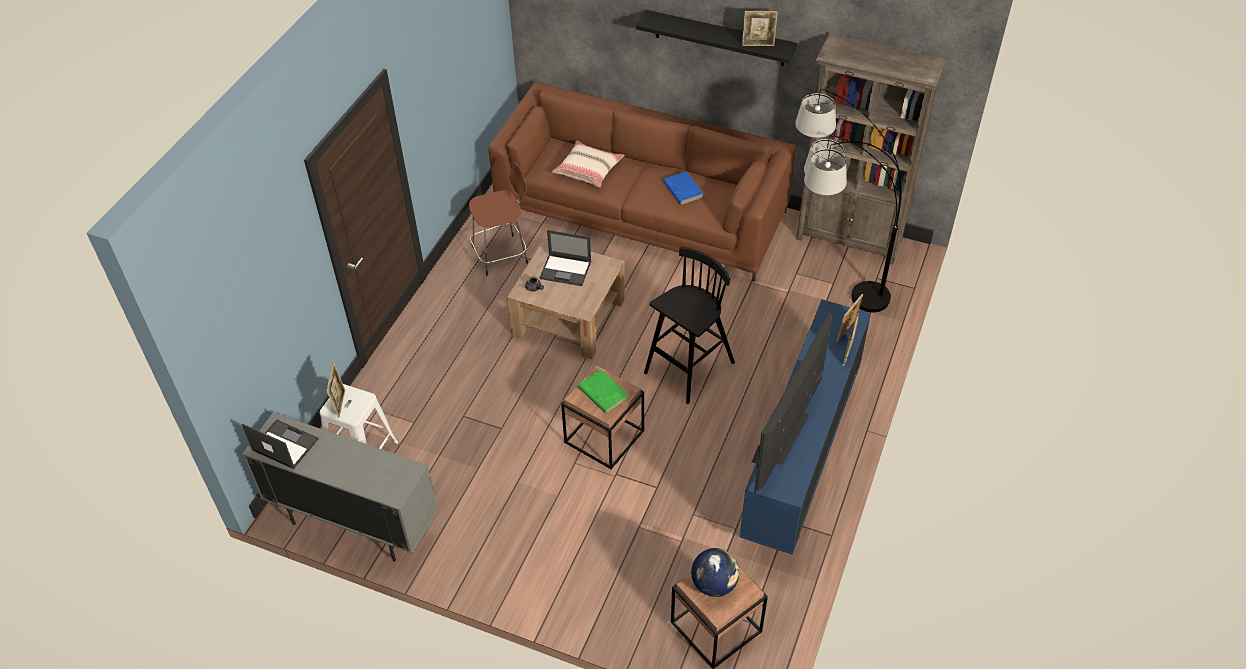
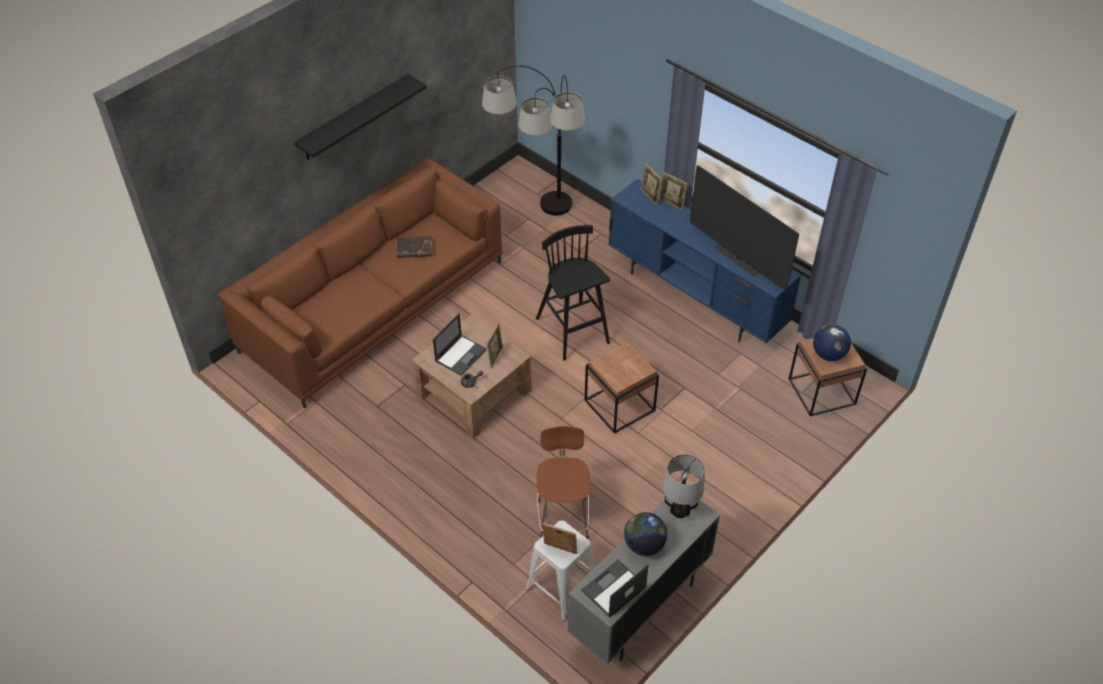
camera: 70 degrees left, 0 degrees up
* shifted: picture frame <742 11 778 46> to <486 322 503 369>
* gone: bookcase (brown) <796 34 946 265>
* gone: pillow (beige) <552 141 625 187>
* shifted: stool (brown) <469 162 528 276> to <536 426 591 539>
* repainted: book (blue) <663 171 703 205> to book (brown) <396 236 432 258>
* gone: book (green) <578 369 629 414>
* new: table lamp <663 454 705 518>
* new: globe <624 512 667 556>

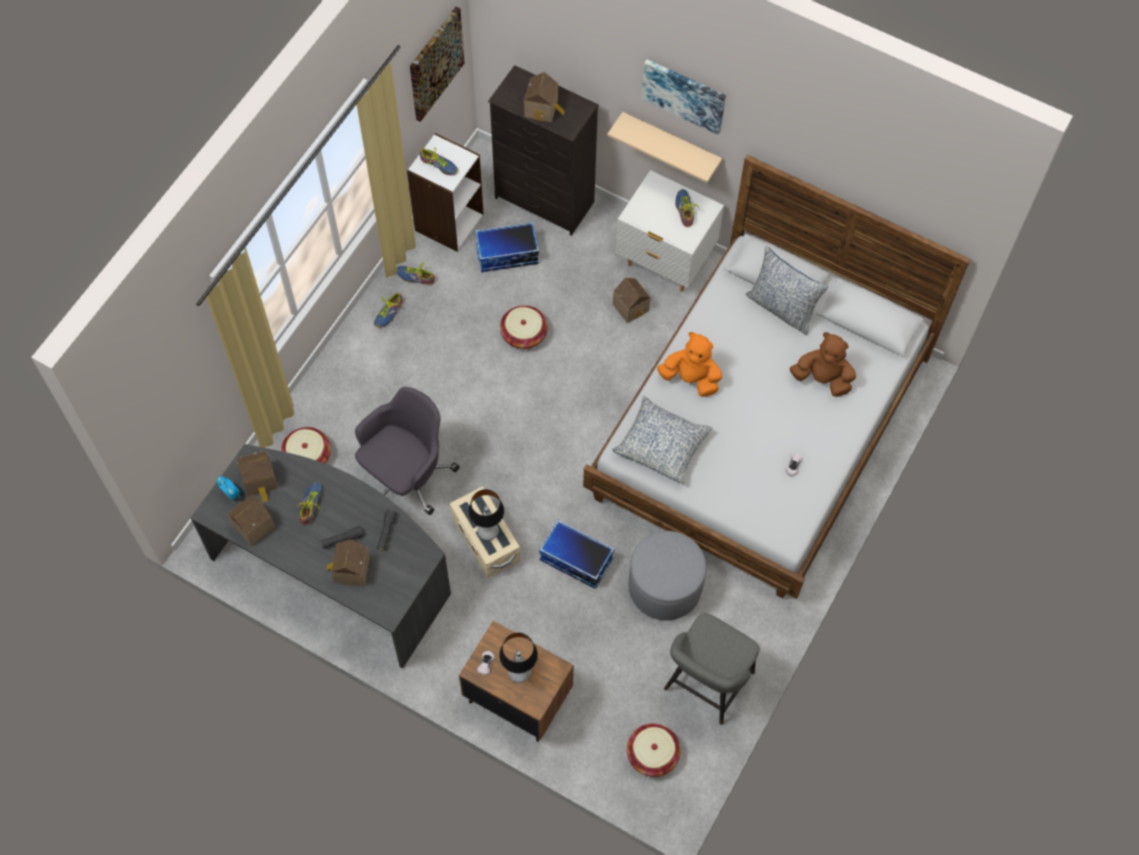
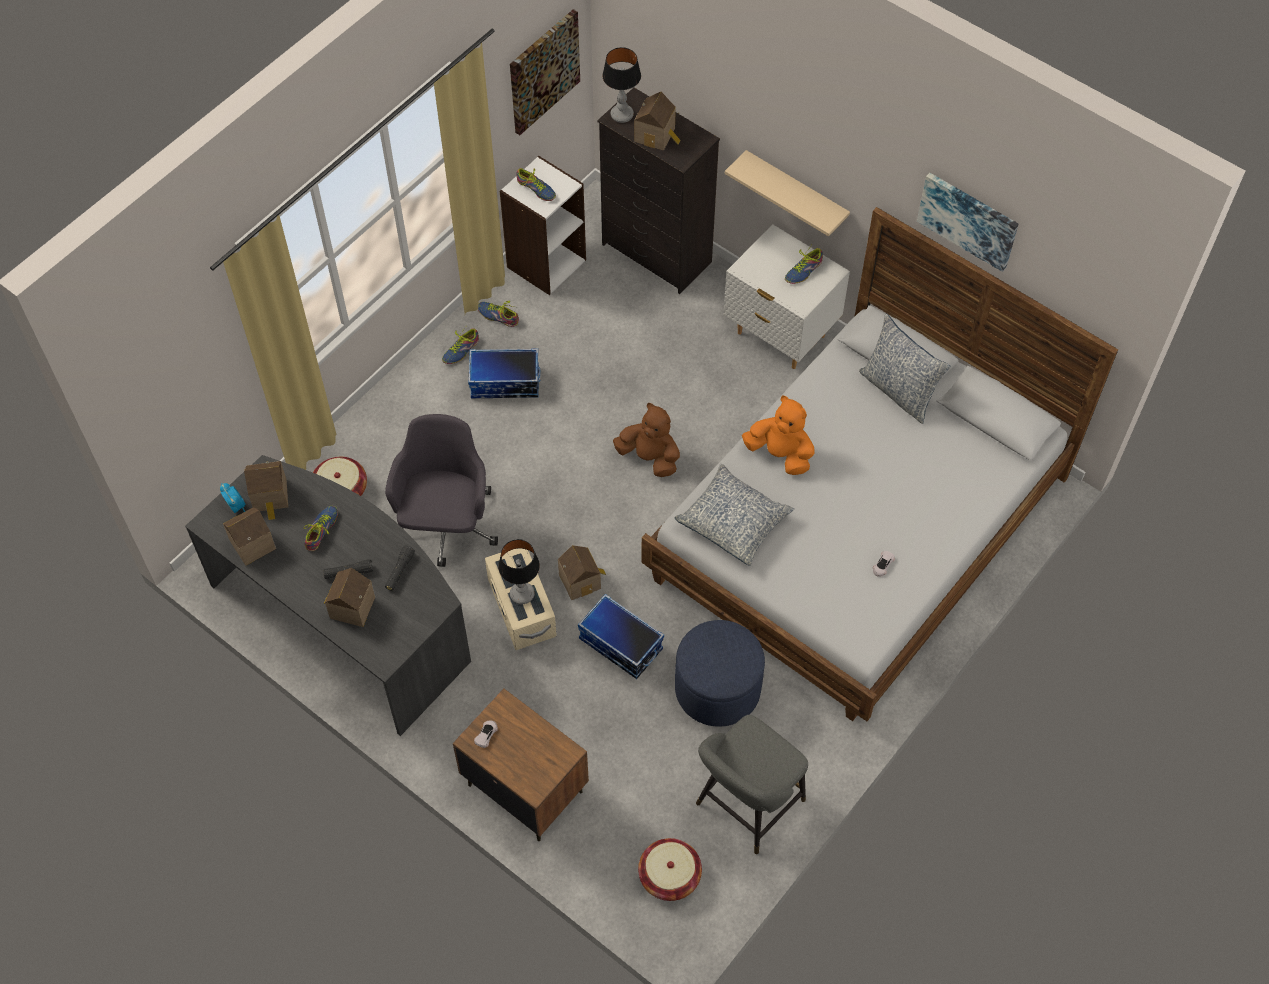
camera: 10 degrees right, 5 degrees down
* shifted: picture <642 59 726 135> to <917 173 1019 272>
* rotated: shoe <675 189 699 227> = <785 245 823 284> 135 degrees counterclockwise
* shifted: storage box <475 222 539 272> to <468 348 540 398>
* shifted: toy house <613 278 650 323> to <558 545 606 600>
* gone: basket <500 305 548 349>
* shifted: plush toy (brown) <790 332 856 397> to <613 403 680 477>
* rotated: office chair (grey) <355 387 460 515> = <385 414 498 567> 45 degrees counterclockwise
* repainted: ottoman (grey) <629 531 706 620> to ottoman (blue) <675 620 765 727>
* shifted: table lamp <499 633 538 683> to <602 47 641 123>

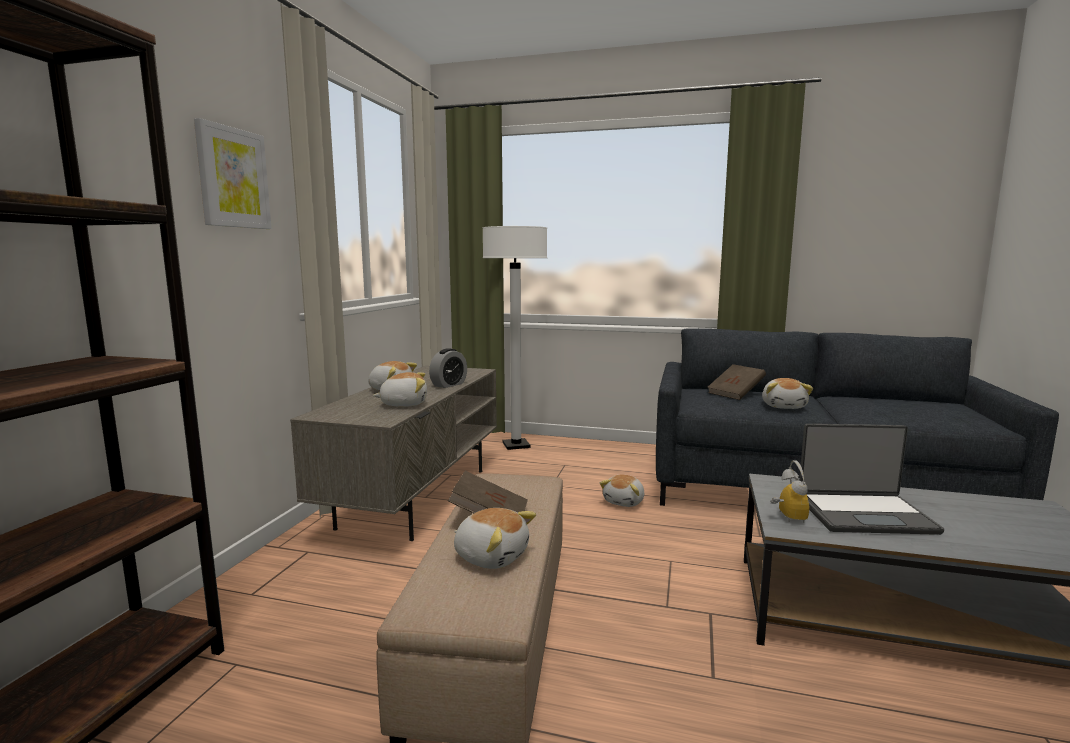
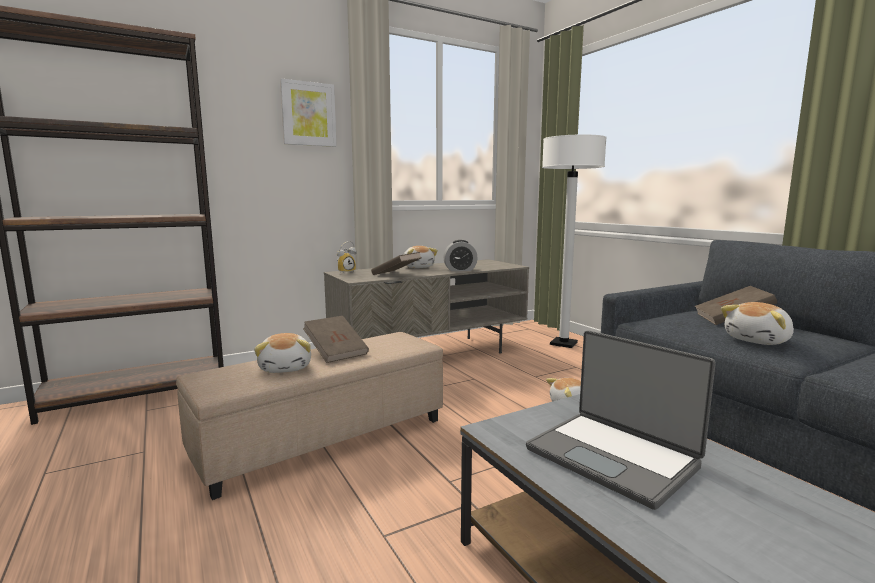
camera: 45 degrees right, 0 degrees up
* swapped: plush toy <373 372 427 407> to book (brown) <371 252 421 275>
* shifted: alarm clock <770 460 809 523> to <337 241 357 273>

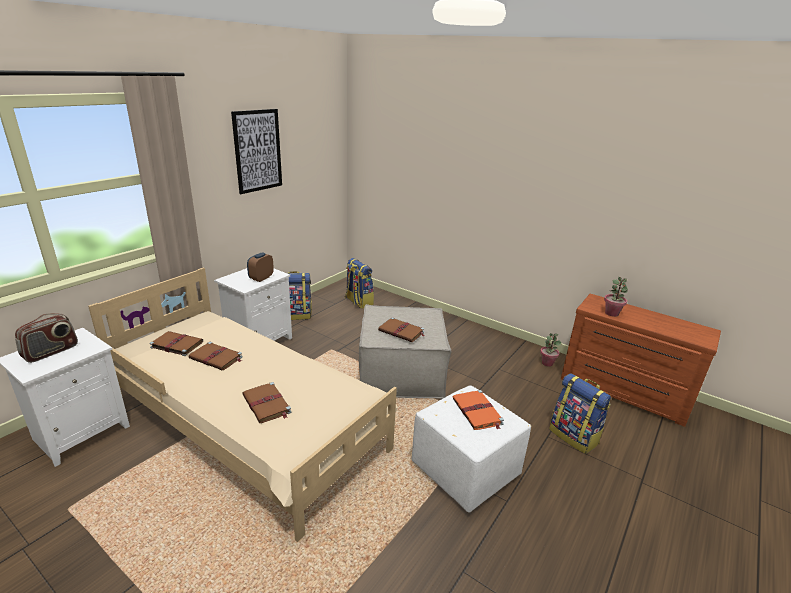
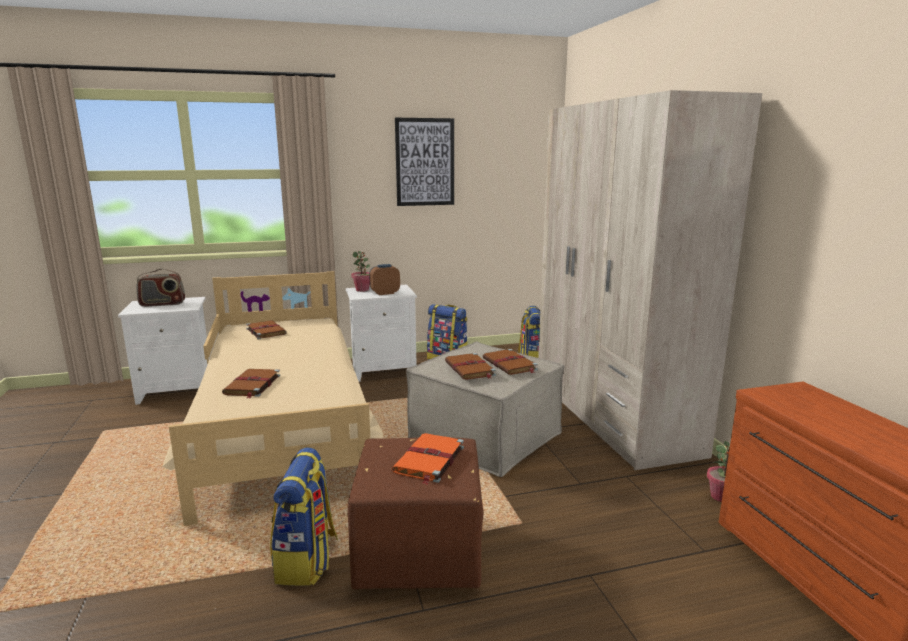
camera: 40 degrees right, 10 degrees down
* shifted: potted plant <604 277 628 317> to <351 251 370 292>
* shifted: book (brown) <189 342 242 370> to <483 349 538 375>
* shifted: backpack <549 373 611 454> to <270 448 338 586>
* repainted: ottoman (white) <412 385 531 513> to ottoman (brown) <348 438 483 589>
* new: wardrobe (beige) <538 90 762 470>

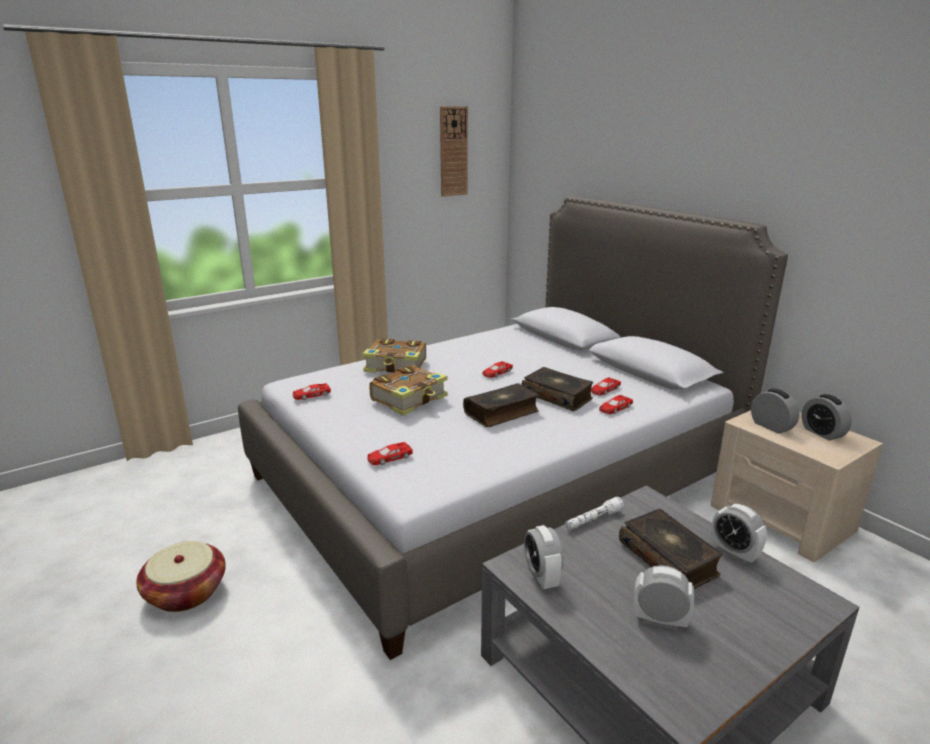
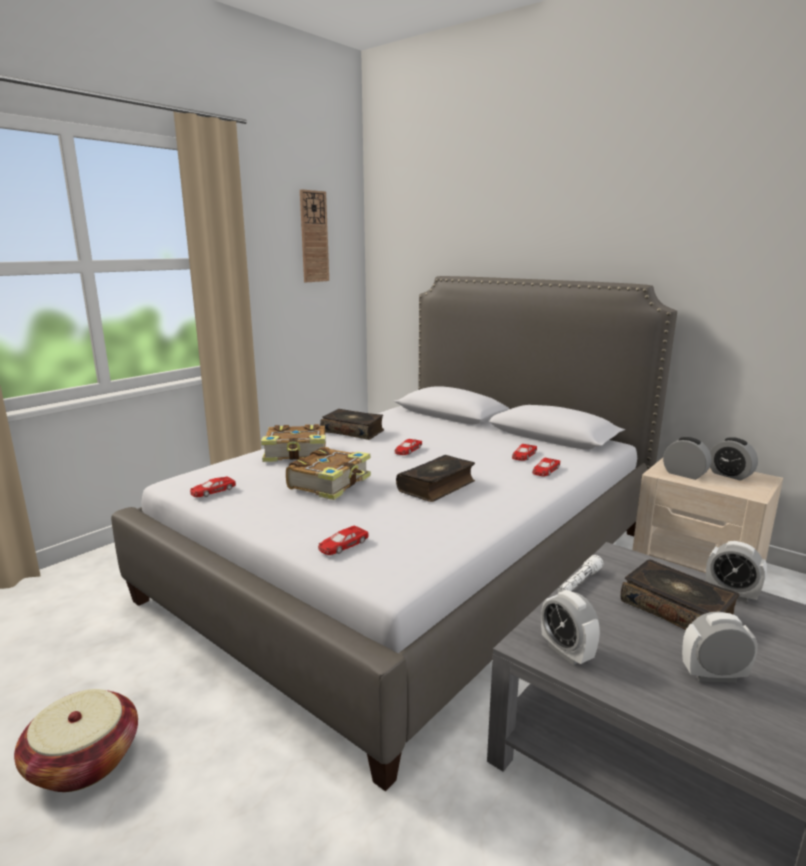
camera: 15 degrees left, 5 degrees down
* shifted: book <521 367 593 411> to <320 409 384 440>

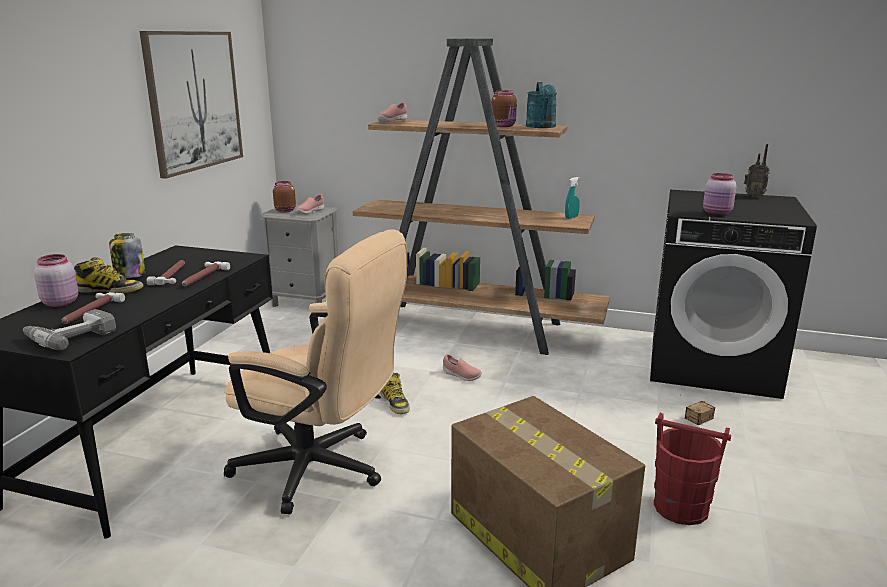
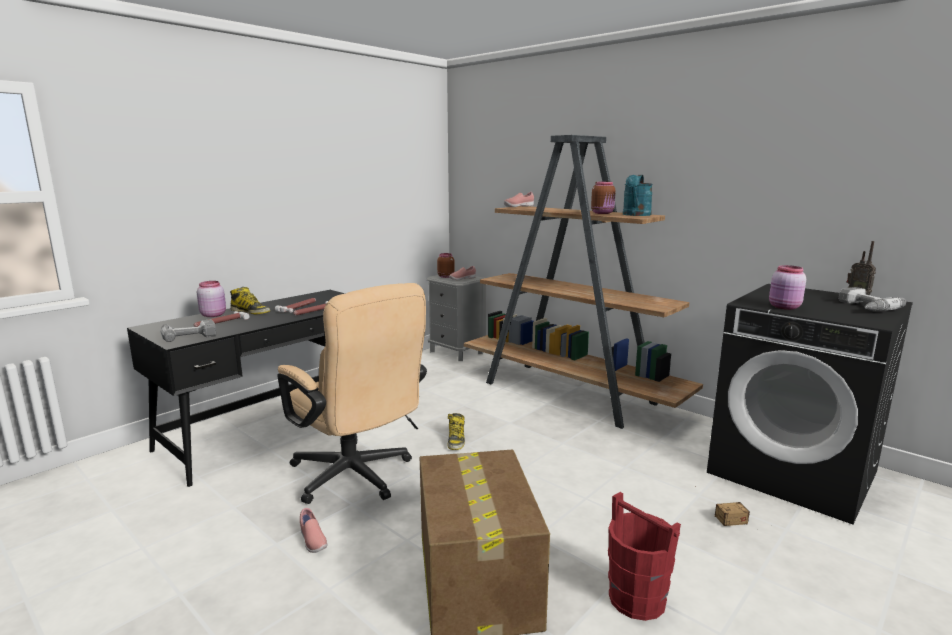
camera: 25 degrees right, 5 degrees down
* gone: picture <140 31 243 179>
* gone: spray bottle (turquoise) <565 177 580 219>
* gone: jar <109 233 146 278>
* shifted: shoe (pink) <443 354 482 381> to <300 508 327 553>
* new: power drill <838 287 906 311>

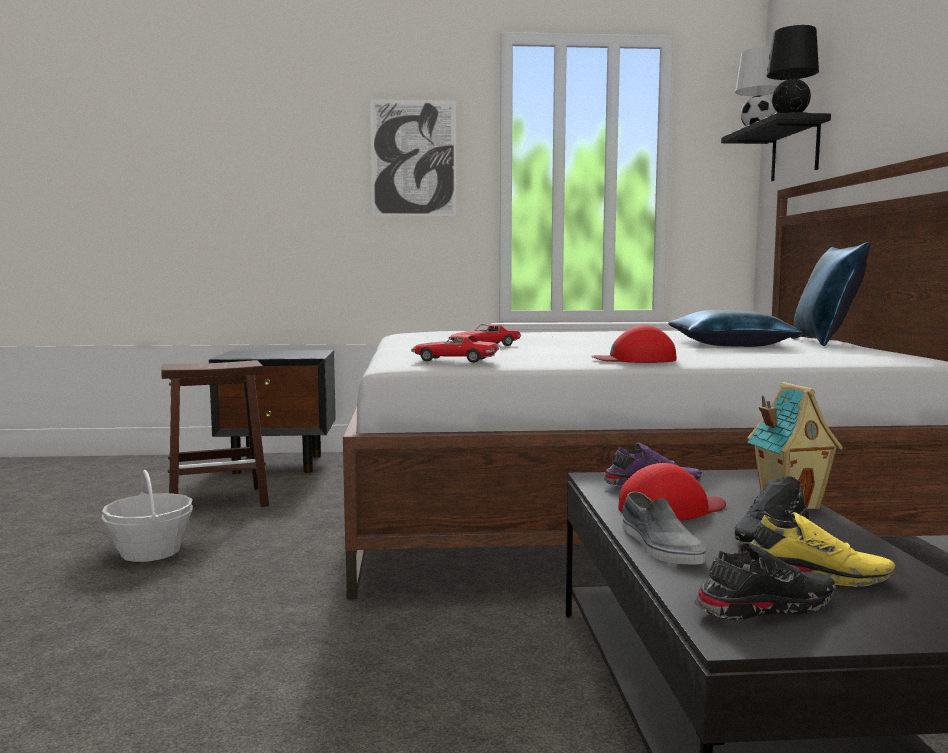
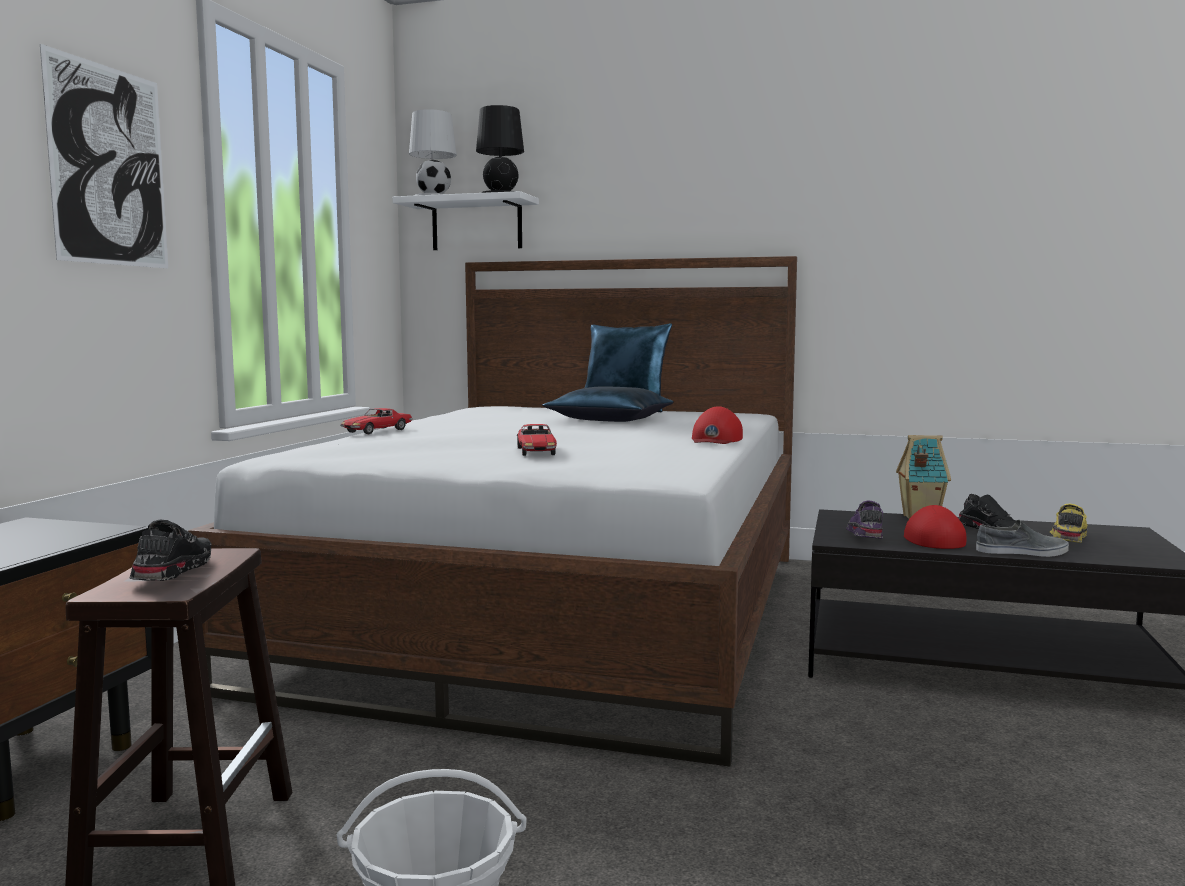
camera: 70 degrees left, 0 degrees up
* repainted: shelf (black) <721 113 831 181> to shelf (white) <393 191 539 250>
* shifted: toy car <411 334 499 363> to <340 408 413 434>
* shifted: shoe (black) <694 542 835 620> to <129 520 212 581>

